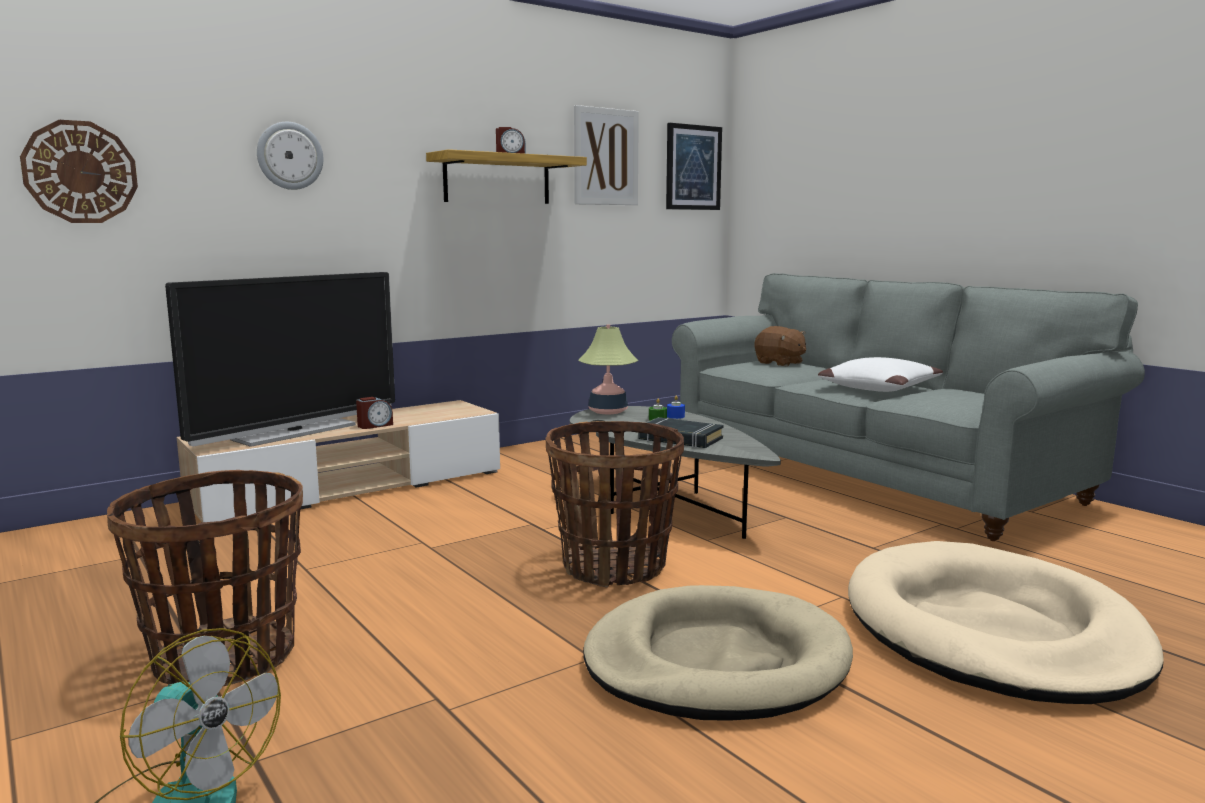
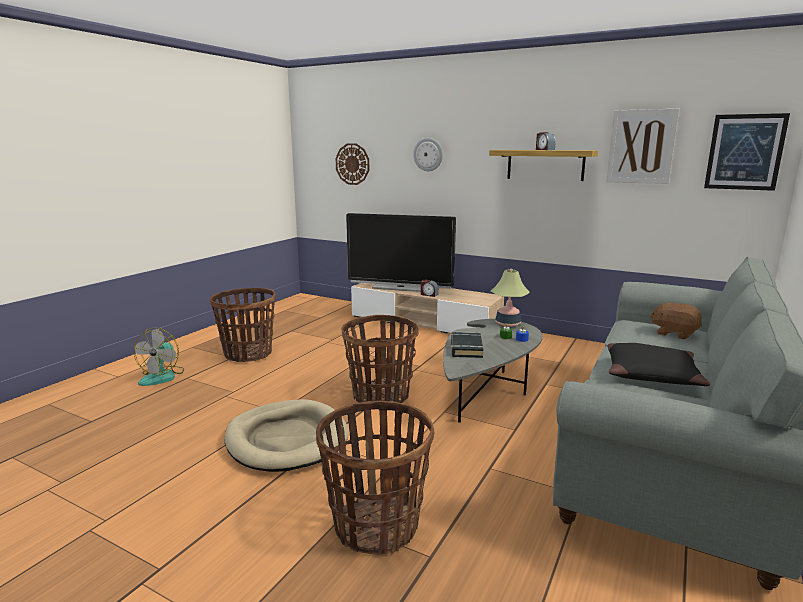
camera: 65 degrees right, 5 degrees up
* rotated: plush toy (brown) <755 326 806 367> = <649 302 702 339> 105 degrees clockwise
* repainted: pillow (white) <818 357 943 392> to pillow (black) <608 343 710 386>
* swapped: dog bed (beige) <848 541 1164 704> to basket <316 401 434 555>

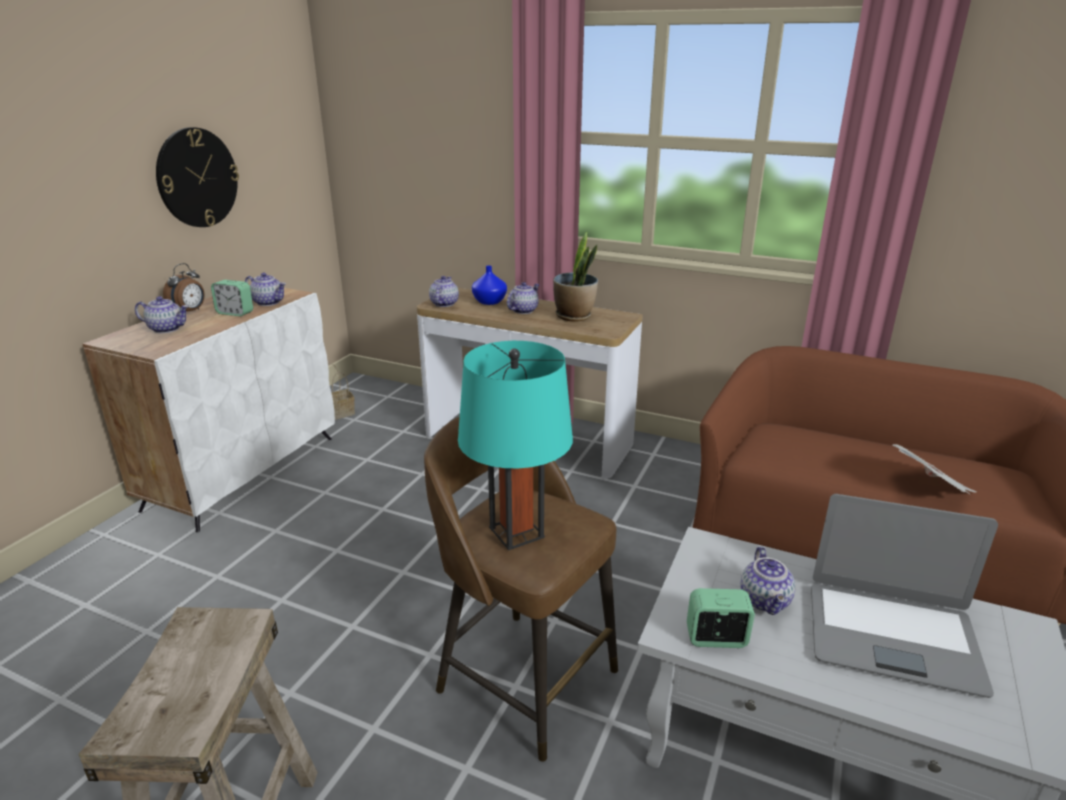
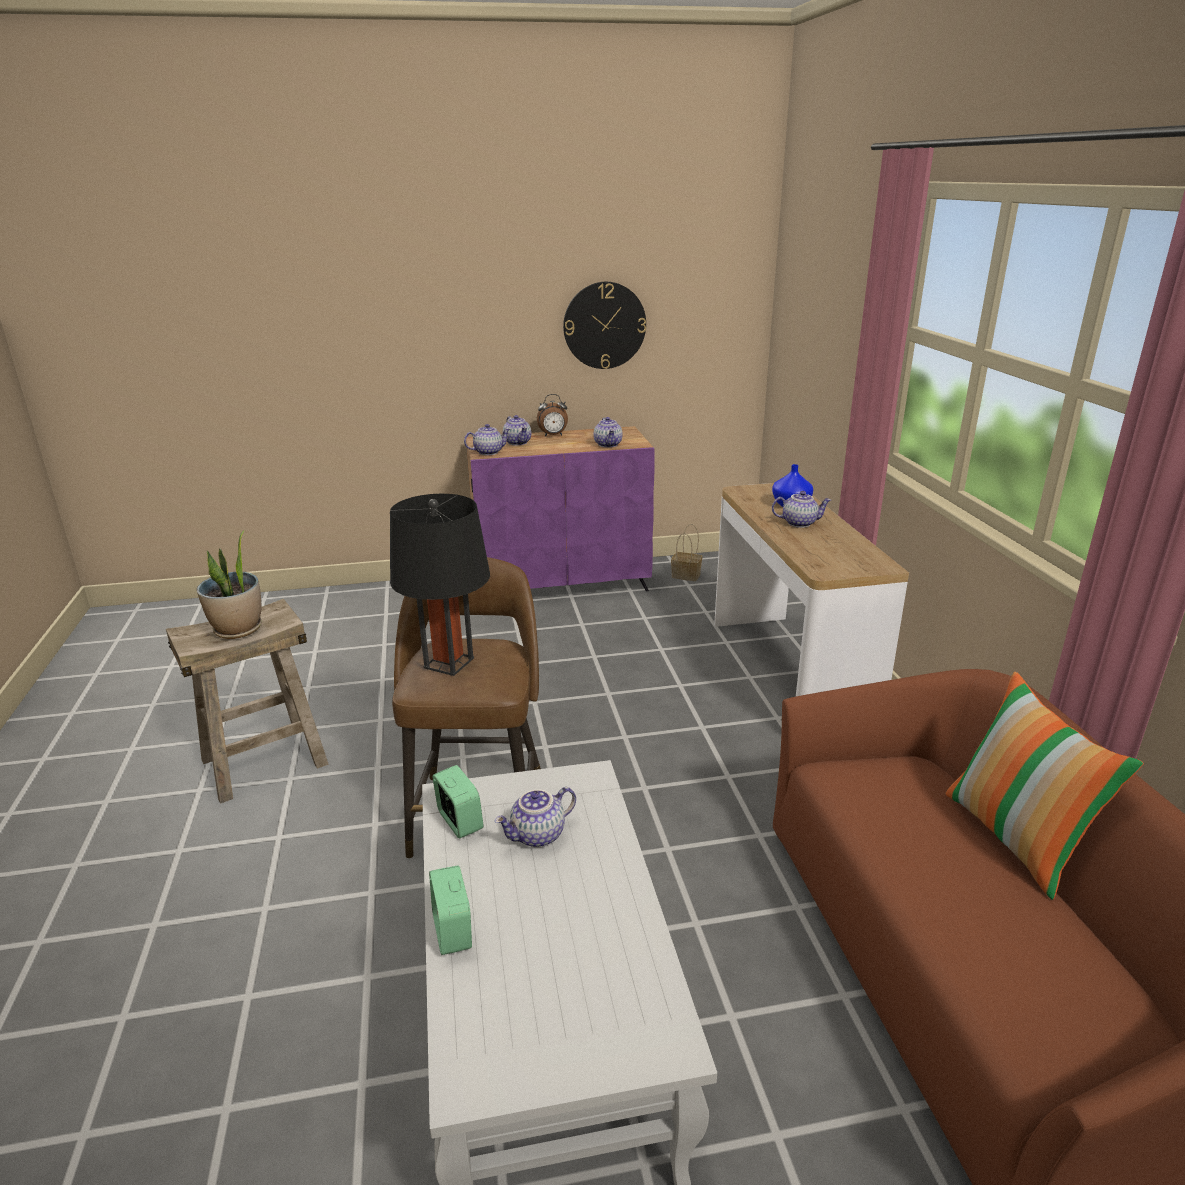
camera: 55 degrees right, 0 degrees up
* shifted: potted plant <553 232 598 322> to <196 530 262 639>
* shifted: teapot <429 276 459 307> to <464 424 510 455>
* shifted: alarm clock <211 280 253 316> to <429 866 472 955>
* repainted: cabinet (white) <83 282 335 532> to cabinet (purple) <466 426 655 591>
* repainted: table lamp (turquoise) <458 341 573 550> to table lamp (black) <390 494 490 676>
* gone: newspaper <893 444 976 494>
* gone: laptop <811 494 998 698>
* new: pillow <946 672 1144 900>

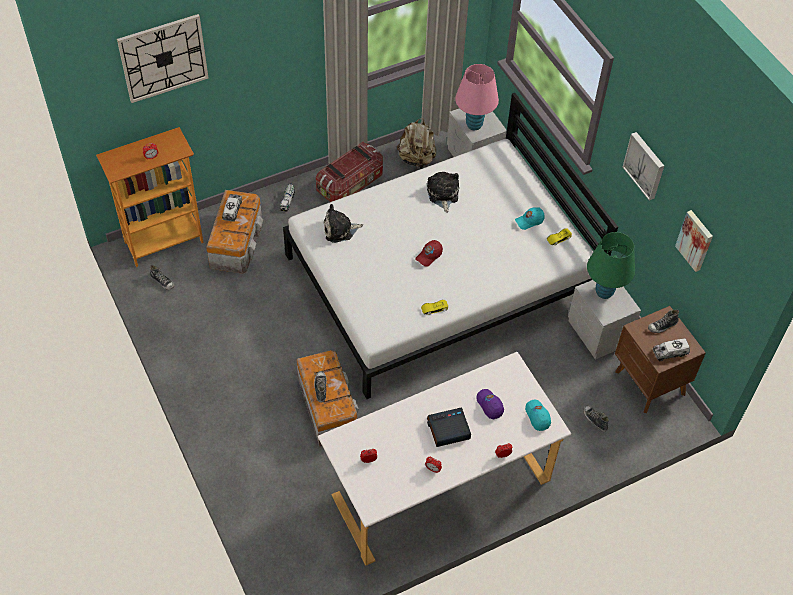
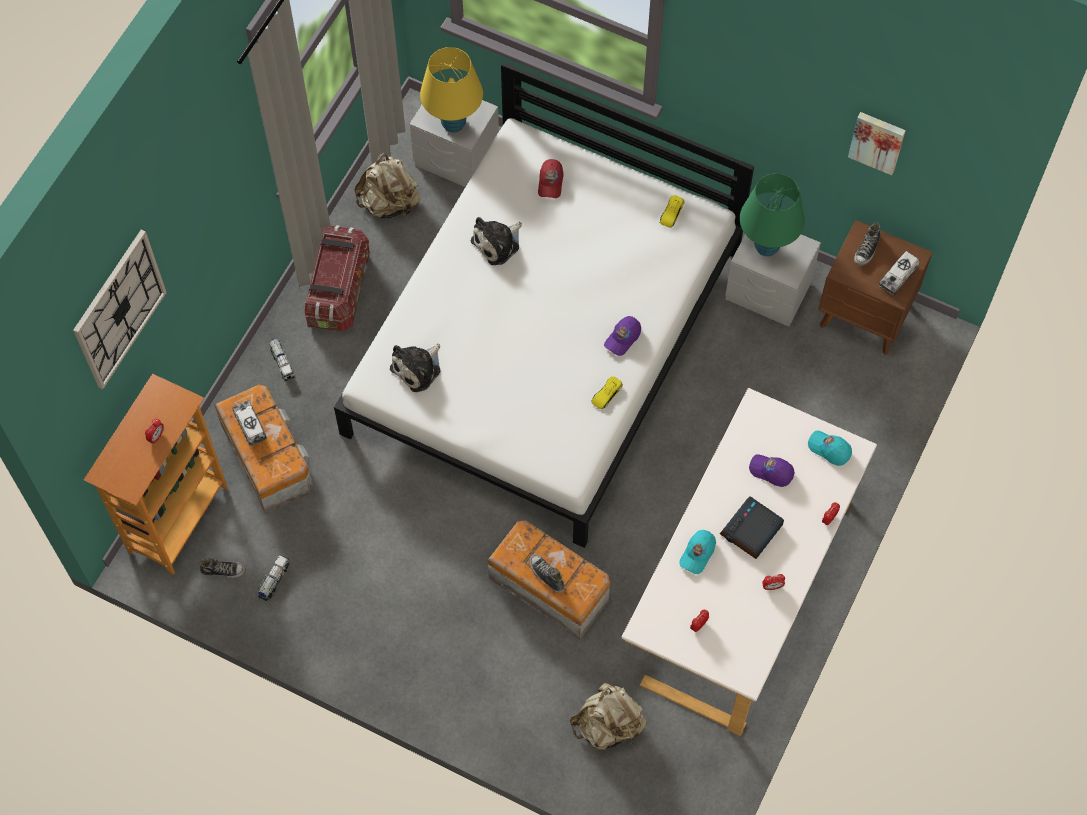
camera: 35 degrees left, 10 degrees up
* repainted: table lamp (pink) <455 64 499 130> to table lamp (yellow) <420 47 483 133>
* gone: picture <623 132 664 201>
* rotated: plush toy <427 172 459 213> = <471 217 522 265> 90 degrees counterclockwise
* shifted: cap (turquoise) <515 207 545 230> to <679 530 716 574>
* shifted: cap (red) <415 240 443 267> to <538 159 563 198>
* gone: shoe <583 405 609 432>
* new: cap (purple) <604 316 641 356>
* new: toy truck <258 555 290 602>
* new: backpack (beige) <570 683 647 750>

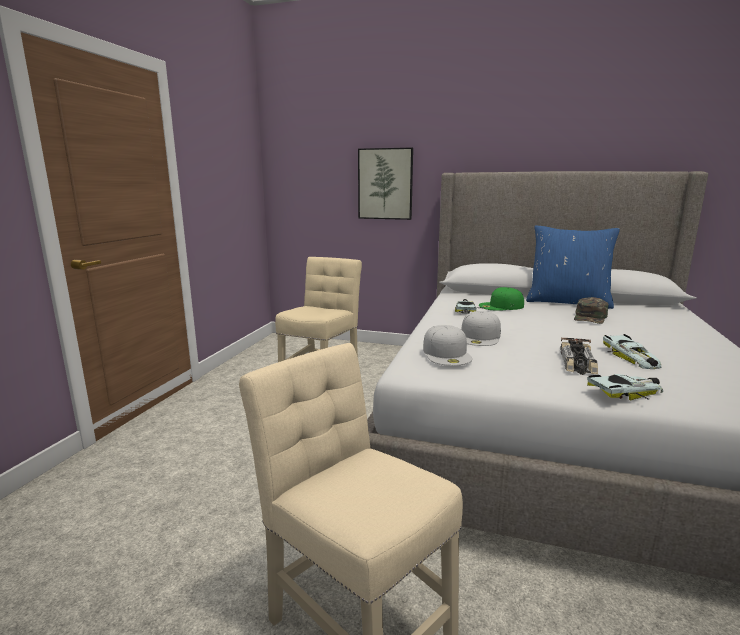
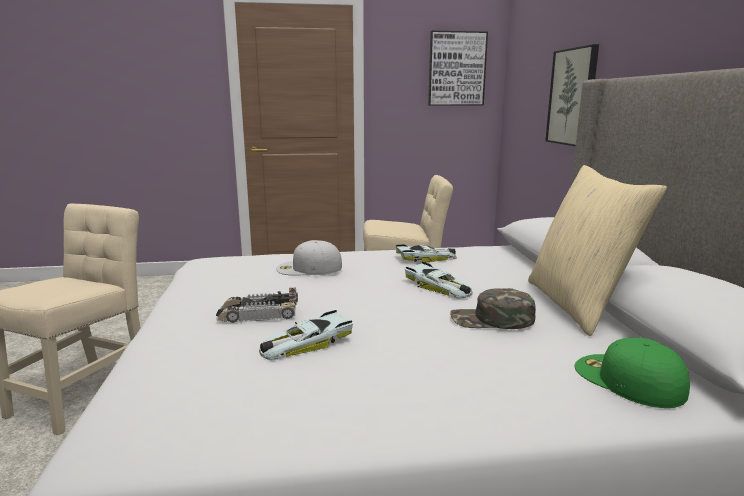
camera: 65 degrees right, 0 degrees up
* repainted: pillow (blue) <526 226 620 309> to pillow (beige) <528 165 667 336>
* shifted: cap (green) <479 287 524 311> to <575 337 690 408>
* gone: cap (white) <423 325 472 366>
* shifted: toy car <587 374 663 401> to <405 262 473 299>
* new: picture <428 31 488 106>

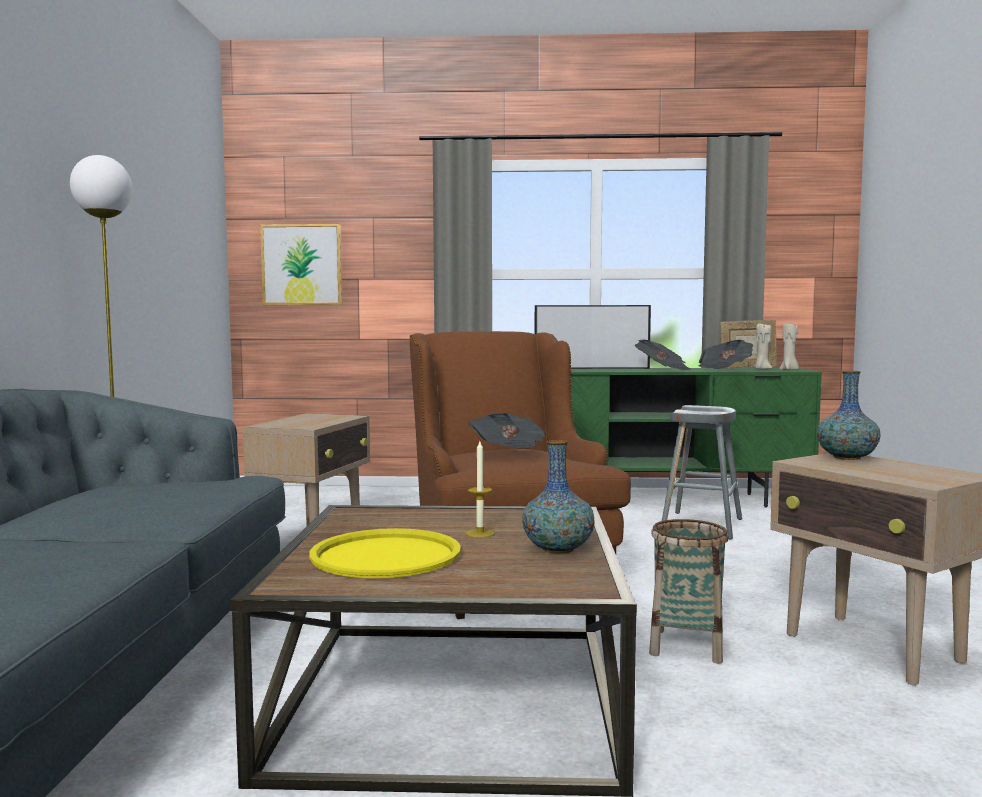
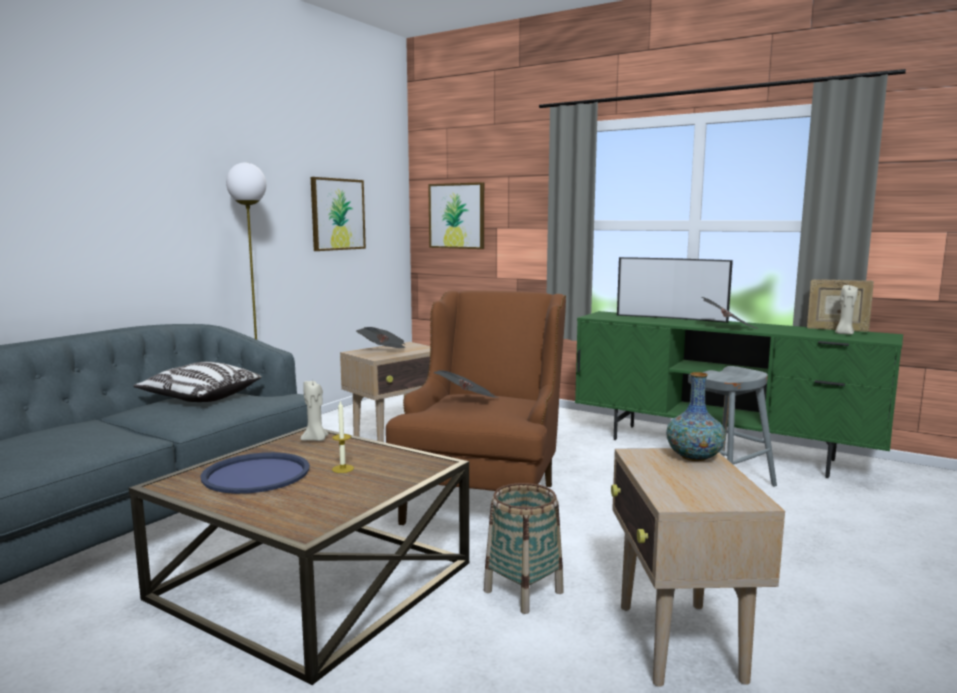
camera: 30 degrees right, 5 degrees up
* shifted: candle (beige) <780 323 799 370> to <301 381 329 441>
* shifted: newspaper <698 340 753 369> to <356 327 406 348>
* gone: vase <522 440 595 554>
* repainted: tray (yellow) <309 528 461 578> to tray (blue) <200 452 310 494>
* new: picture <311 177 366 251>
* new: pillow <133 362 262 402>

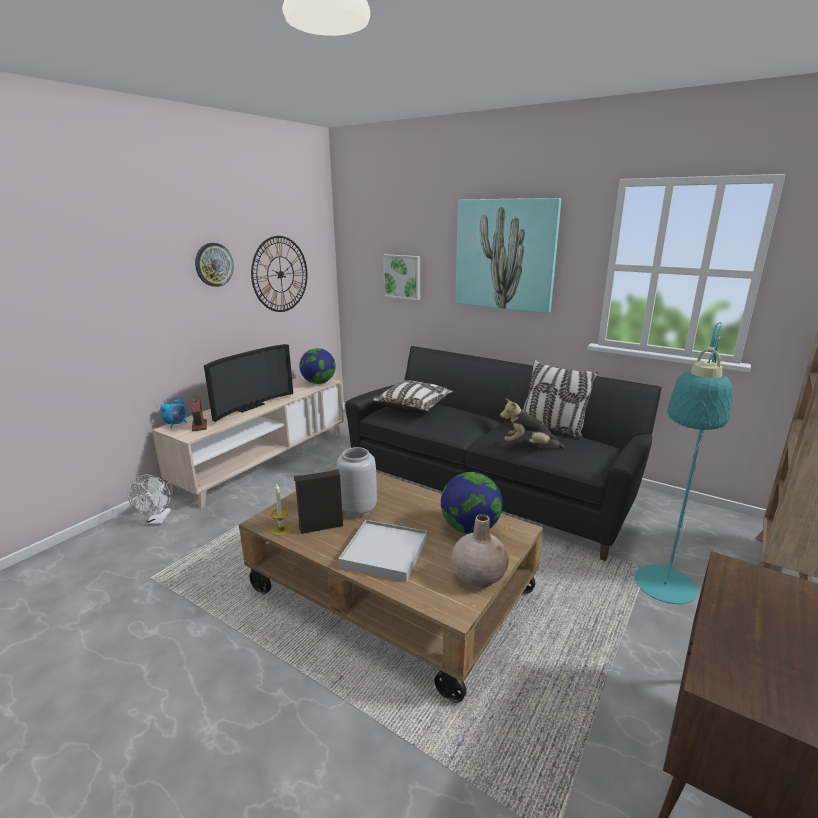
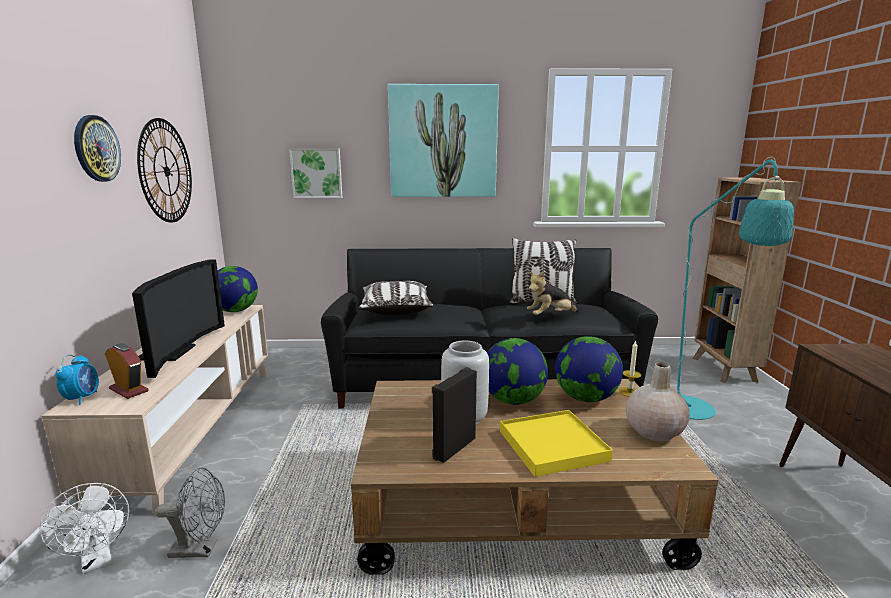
camera: 35 degrees left, 5 degrees down
* shifted: candle <271 483 292 536> to <619 341 641 397>
* repainted: tray (white) <338 520 427 582> to tray (yellow) <500 410 613 477>
* new: globe <487 338 548 405>
* new: fan (grey) <155 468 225 558>

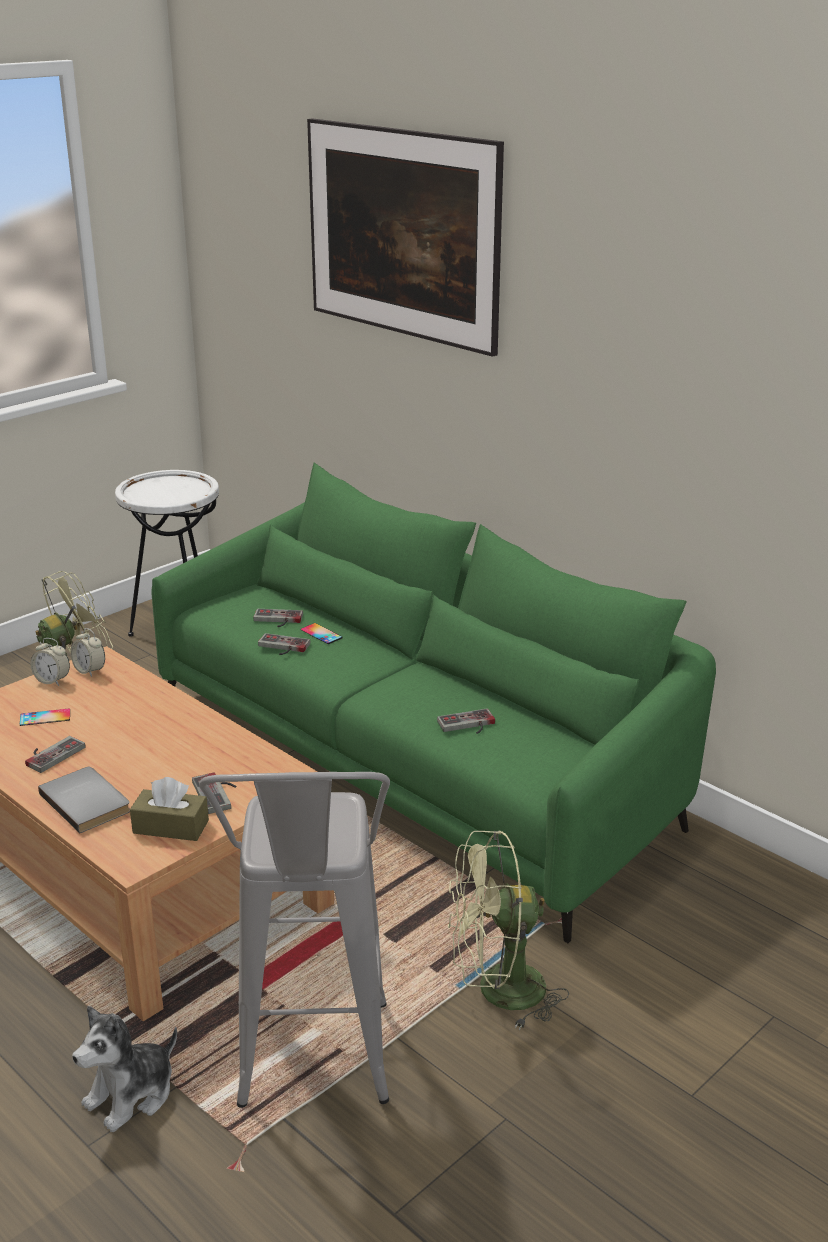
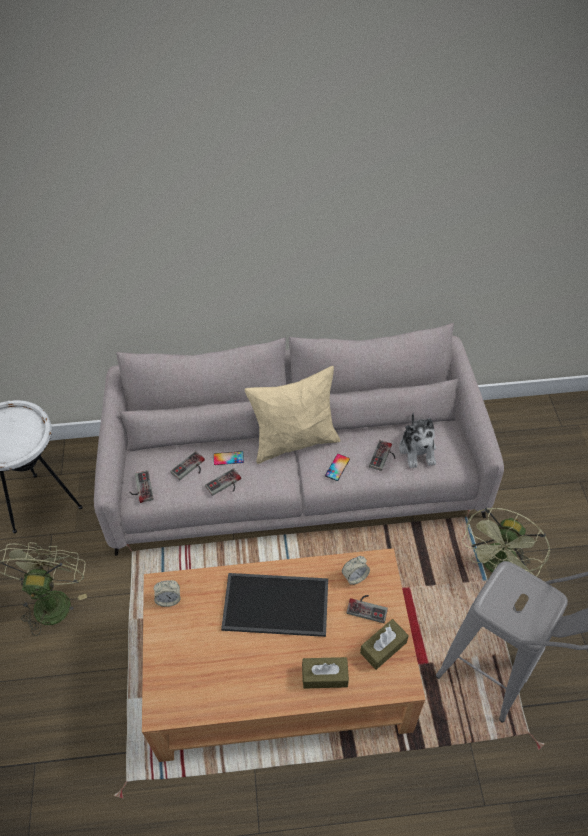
camera: 50 degrees left, 25 degrees up
* gone: picture <307 118 504 357>
* repainted: sofa (green) <152 463 716 943> to sofa (grey) <94 323 504 556>
* shifted: alarm clock <30 638 70 686> to <342 556 370 585>
* shifted: phone <20 708 70 726> to <325 454 350 481>
* shifted: game controller <25 736 85 773> to <129 470 154 503>
* swapped: book (grey) <38 767 130 833> to tissue box (brown) <302 657 349 689>
* shifted: plush toy <72 1006 177 1132> to <399 412 436 468>
* new: pillow (beige) <245 366 340 464>
* new: tray <221 573 328 637>

